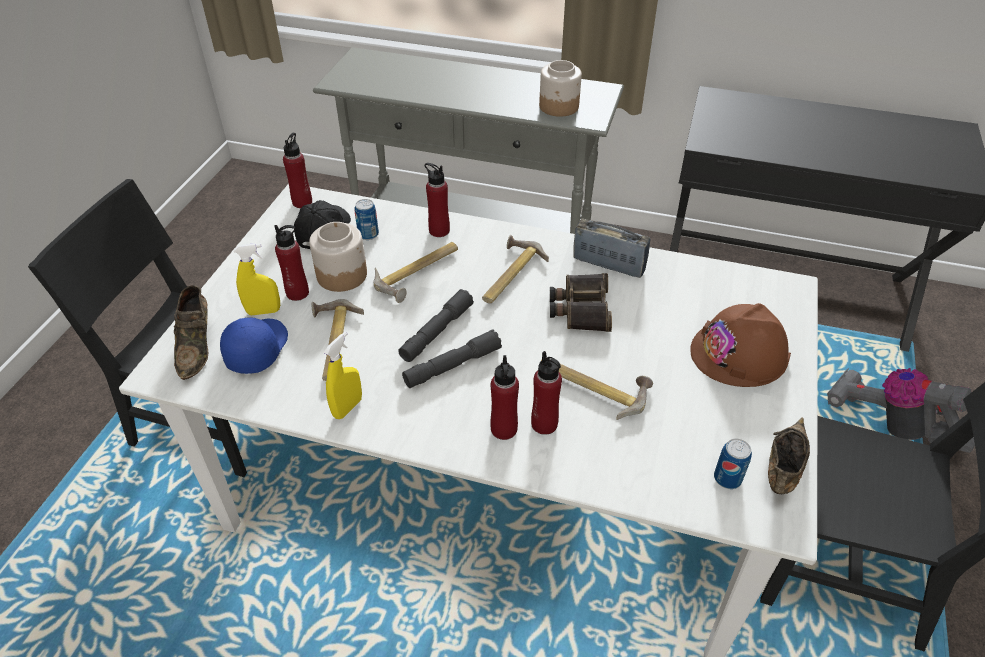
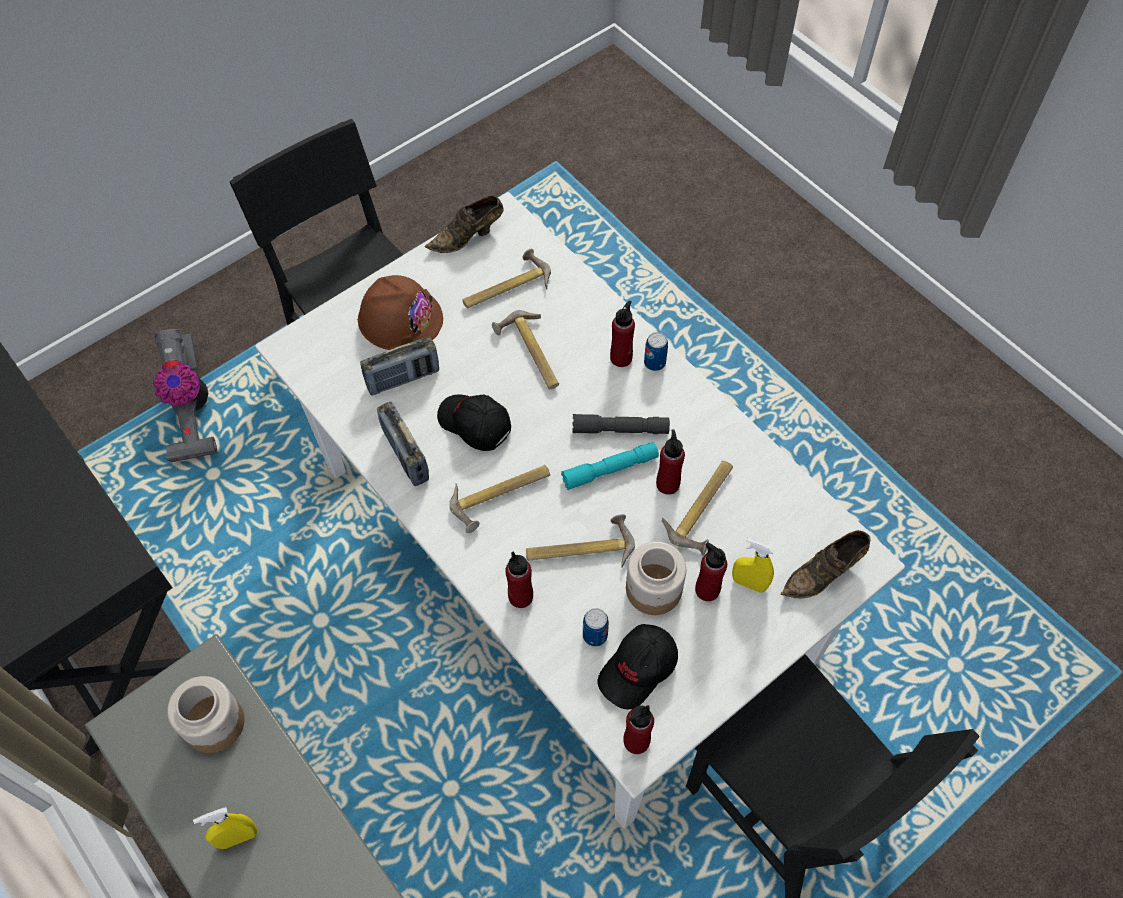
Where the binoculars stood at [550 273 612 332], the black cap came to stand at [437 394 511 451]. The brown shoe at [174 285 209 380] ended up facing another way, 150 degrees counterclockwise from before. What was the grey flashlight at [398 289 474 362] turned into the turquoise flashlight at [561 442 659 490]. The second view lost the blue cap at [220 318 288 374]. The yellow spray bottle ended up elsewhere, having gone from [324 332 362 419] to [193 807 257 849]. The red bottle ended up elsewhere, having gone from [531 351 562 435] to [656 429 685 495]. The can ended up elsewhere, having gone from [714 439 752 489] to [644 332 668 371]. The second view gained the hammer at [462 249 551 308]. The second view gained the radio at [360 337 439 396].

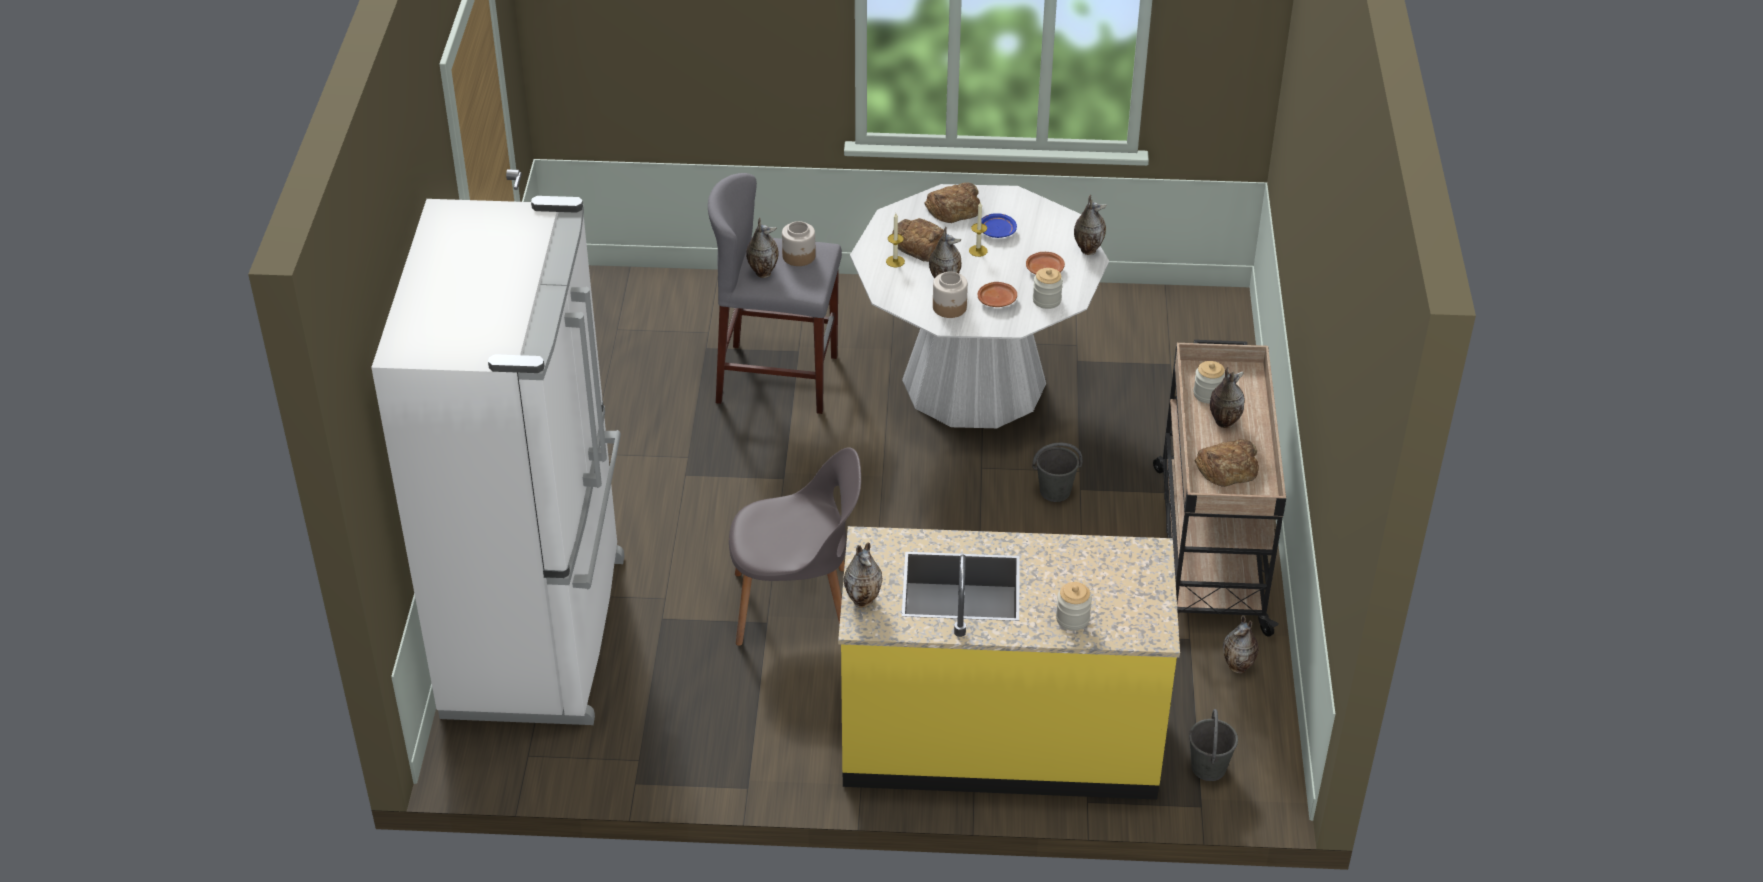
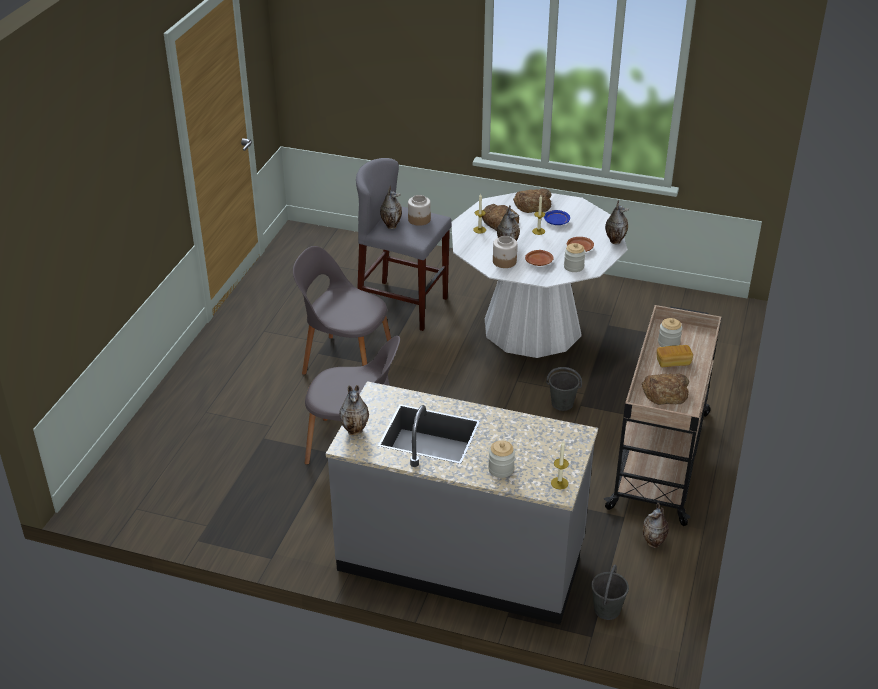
The second view lost the white fridge at [371 196 624 725]. Where the vase stood at [1210 367 1245 428], the bread came to stand at [657 345 693 367]. What was the yellow counter at [838 526 1180 800] turned into the grey counter at [326 381 598 625]. The second view gained the grey chair at [293 246 391 375]. The second view gained the candle at [551 442 569 489].

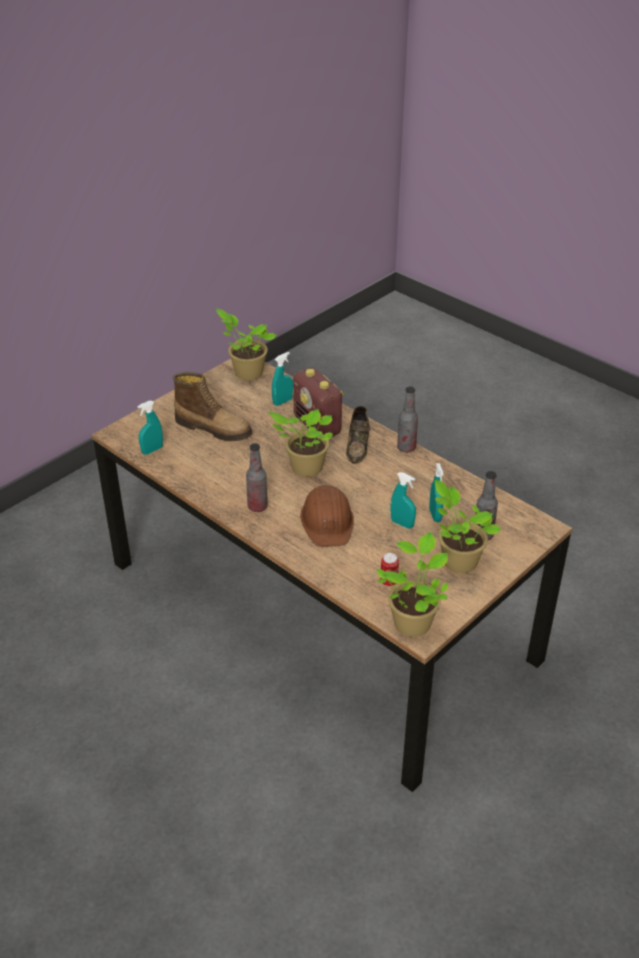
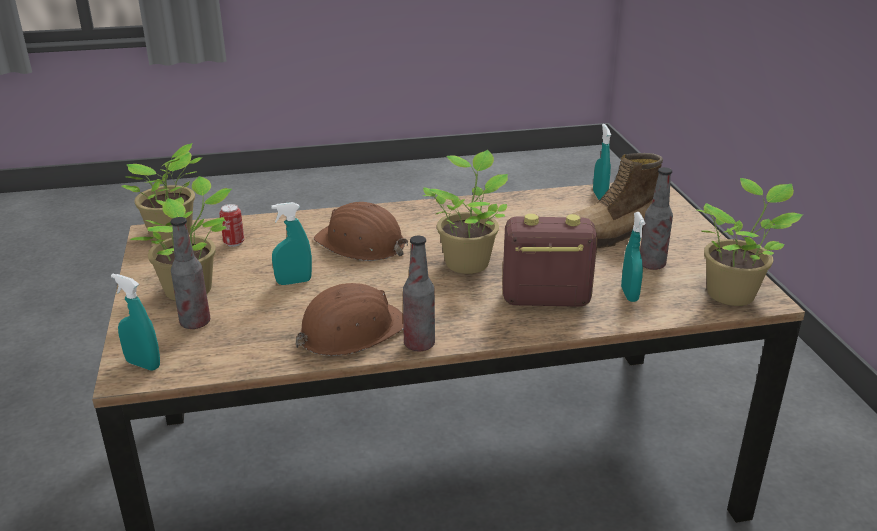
The second view lost the brown shoe at [346 406 371 464]. The bottle ended up elsewhere, having gone from [246 443 268 512] to [640 167 673 270]. The turquoise spray bottle ended up elsewhere, having gone from [429 463 444 522] to [111 274 160 370]. The second view gained the brown hard hat at [296 283 404 356].

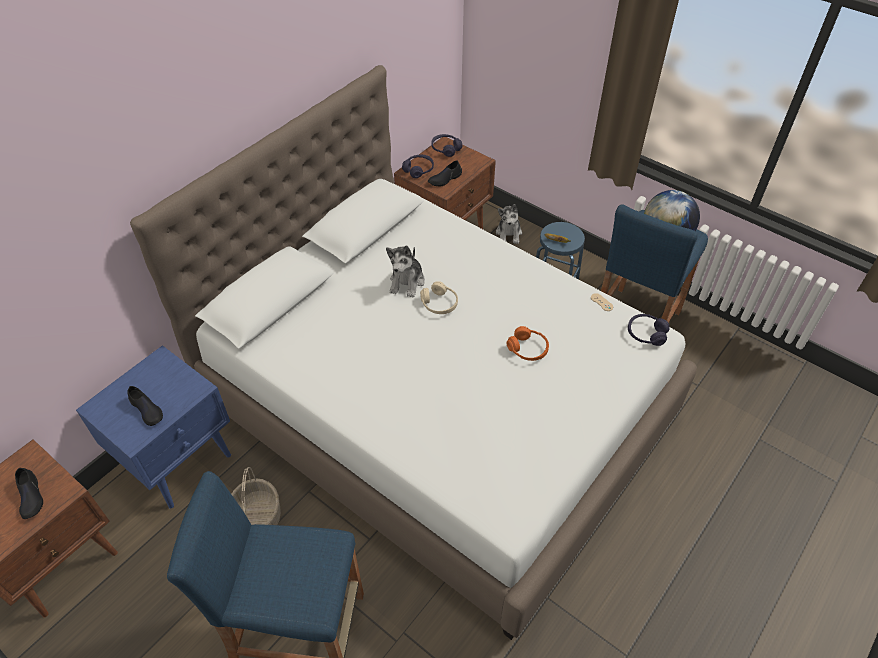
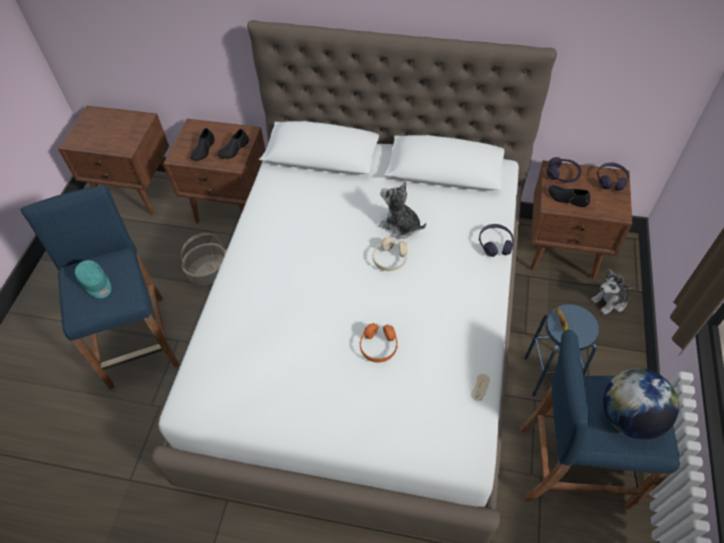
The plush toy at [386 246 425 298] ended up facing another way, 45 degrees clockwise from before. The purple headphones ended up elsewhere, having gone from [628 314 670 346] to [479 224 514 257]. What was the blue nightstand at [76 345 231 509] turned into the brown nightstand at [164 119 266 223]. The black shoe ended up elsewhere, having gone from [15 468 43 519] to [217 129 249 159]. The second view gained the turquoise cap at [75 260 111 298].

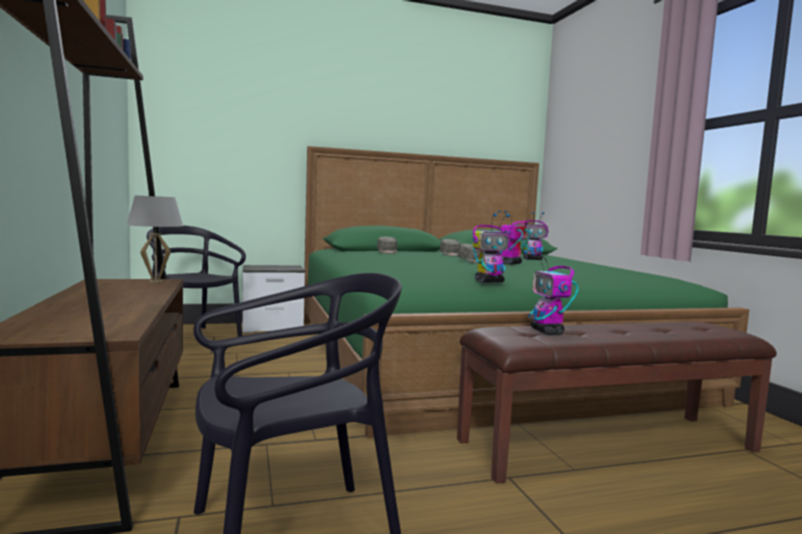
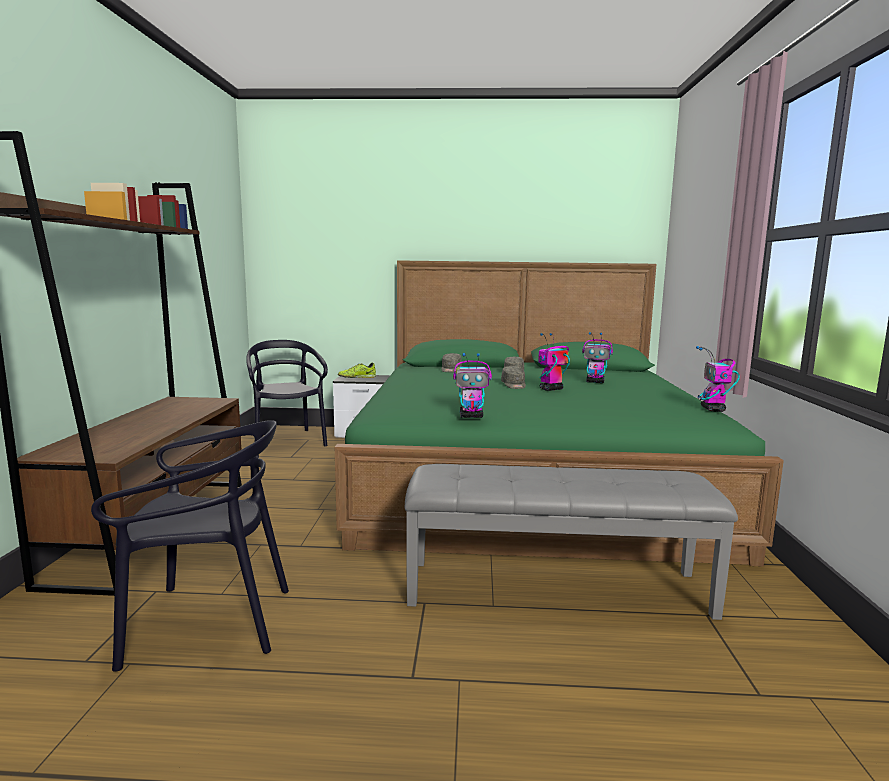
The second view lost the white table lamp at [127 196 183 283]. The toy robot ended up elsewhere, having gone from [524 250 579 335] to [696 346 740 412]. What was the brown bench at [457 322 777 484] turned into the grey bench at [404 464 738 620]. The second view gained the shoe at [338 363 376 378].

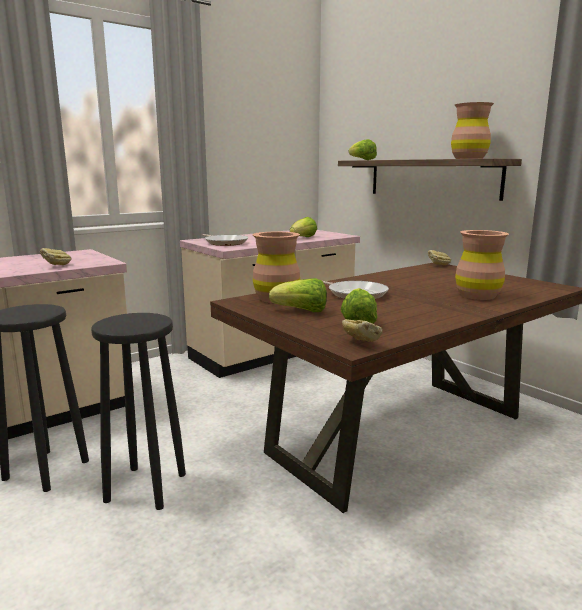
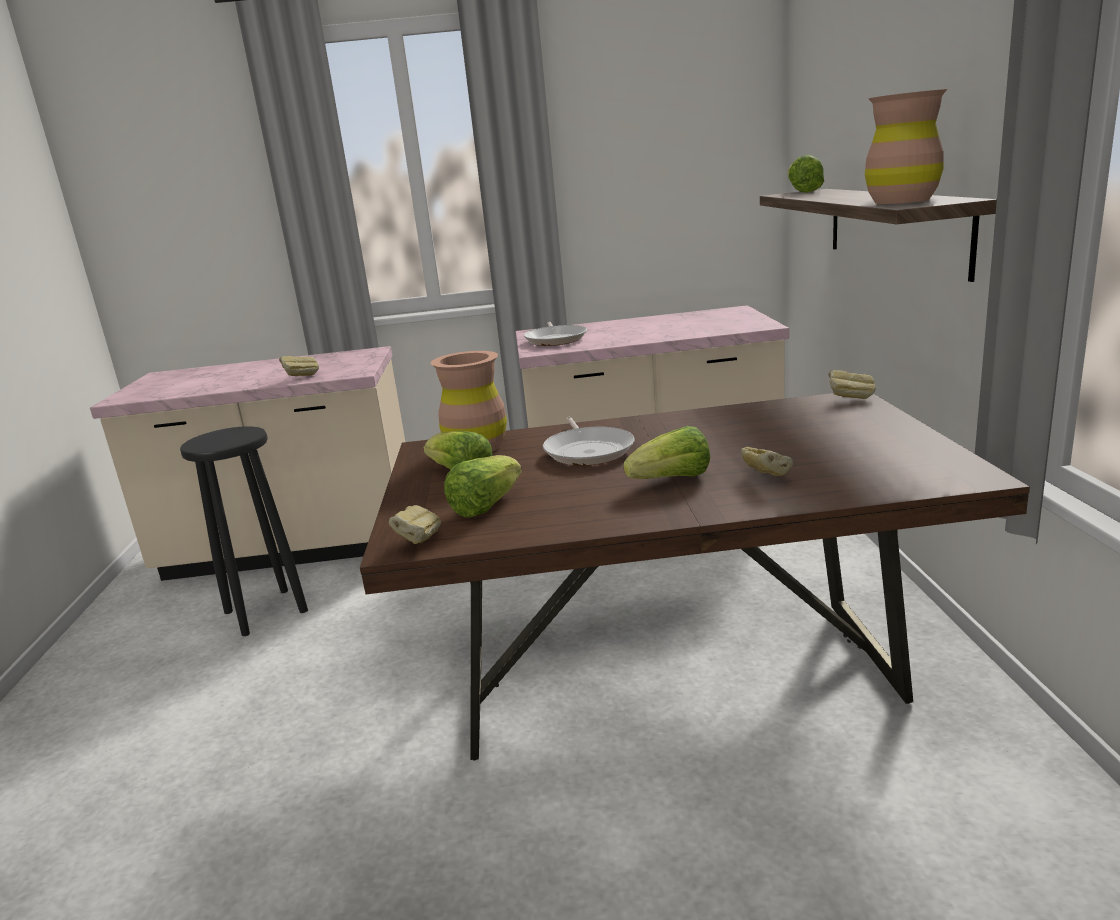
The lettuce ended up elsewhere, having gone from [290 217 317 237] to [623 426 710 479]. Where the brown vase stood at [455 230 509 300], the bread came to stand at [741 447 793 476]. The second view lost the black stool at [91 313 186 510].

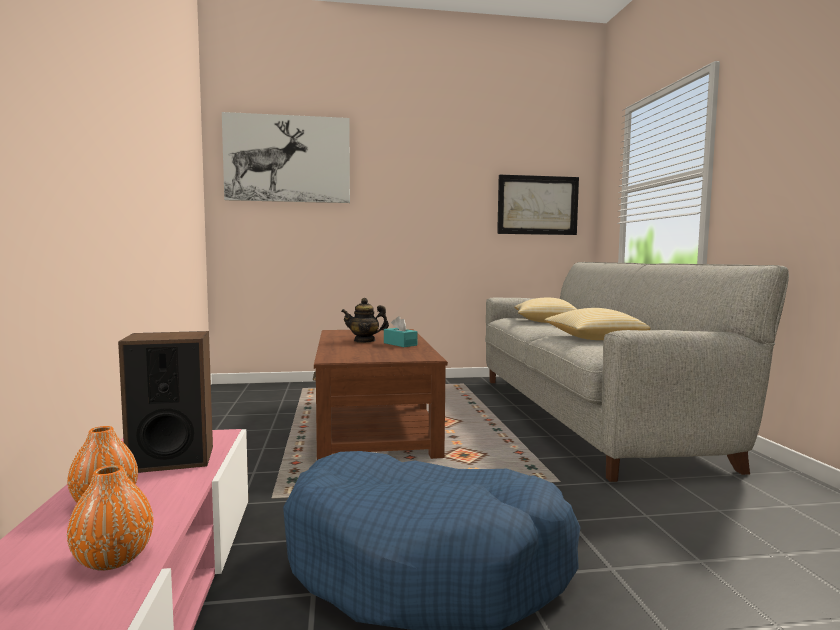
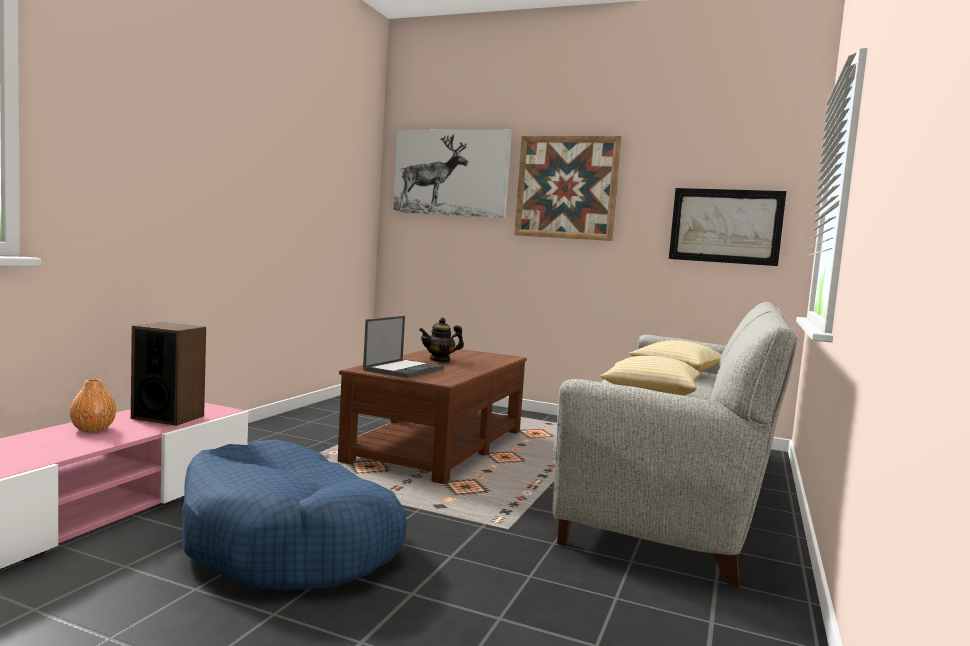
The teapot at [341 298 389 343] ended up facing another way, 45 degrees counterclockwise from before. The second view lost the turquoise tissue box at [384 316 417 347]. The second view lost the orange vase at [67 465 154 571]. The second view gained the picture at [514 136 621 241]. The second view gained the laptop at [363 316 444 378].

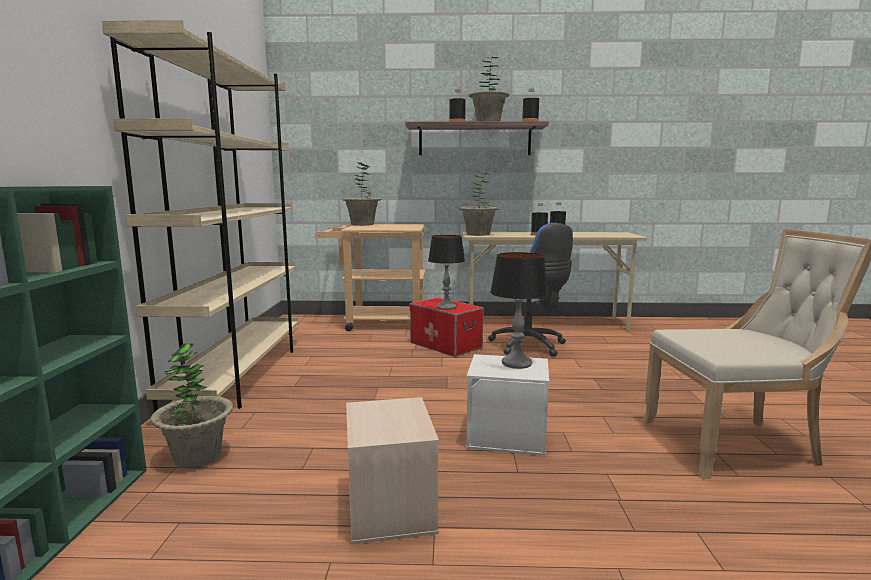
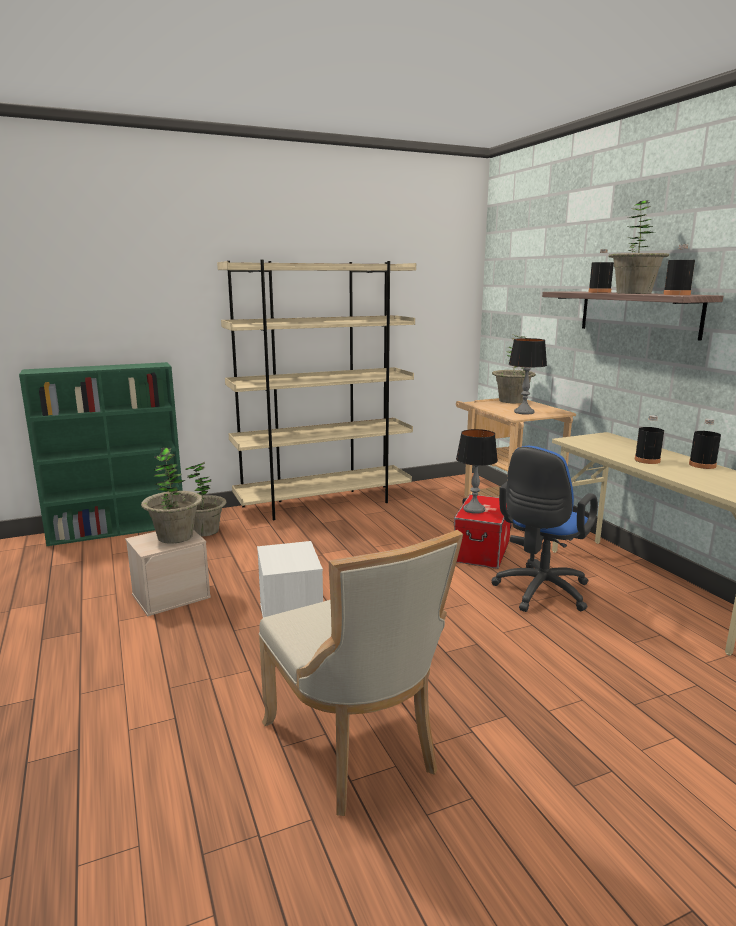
The potted plant ended up elsewhere, having gone from [459 171 499 236] to [141 448 203 544]. The table lamp ended up elsewhere, having gone from [490 252 548 369] to [509 338 547 415].

